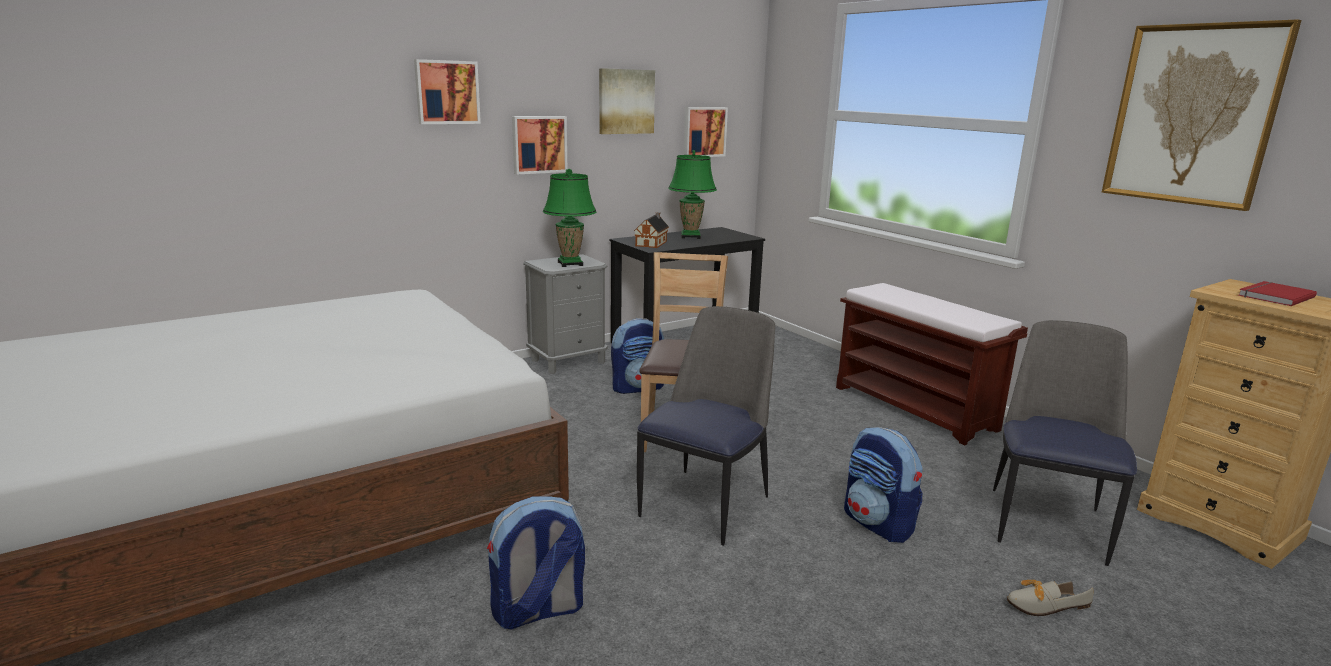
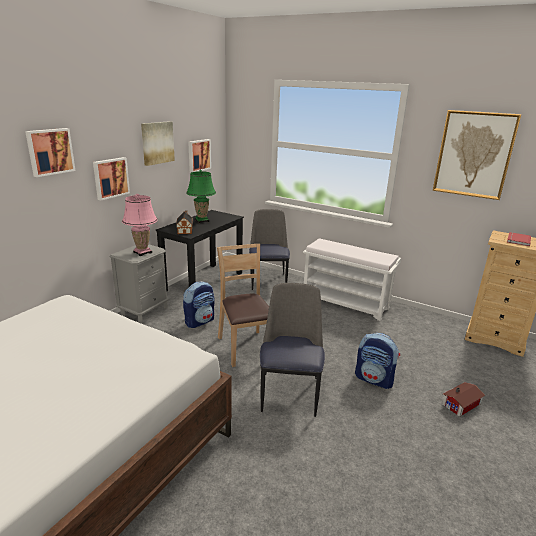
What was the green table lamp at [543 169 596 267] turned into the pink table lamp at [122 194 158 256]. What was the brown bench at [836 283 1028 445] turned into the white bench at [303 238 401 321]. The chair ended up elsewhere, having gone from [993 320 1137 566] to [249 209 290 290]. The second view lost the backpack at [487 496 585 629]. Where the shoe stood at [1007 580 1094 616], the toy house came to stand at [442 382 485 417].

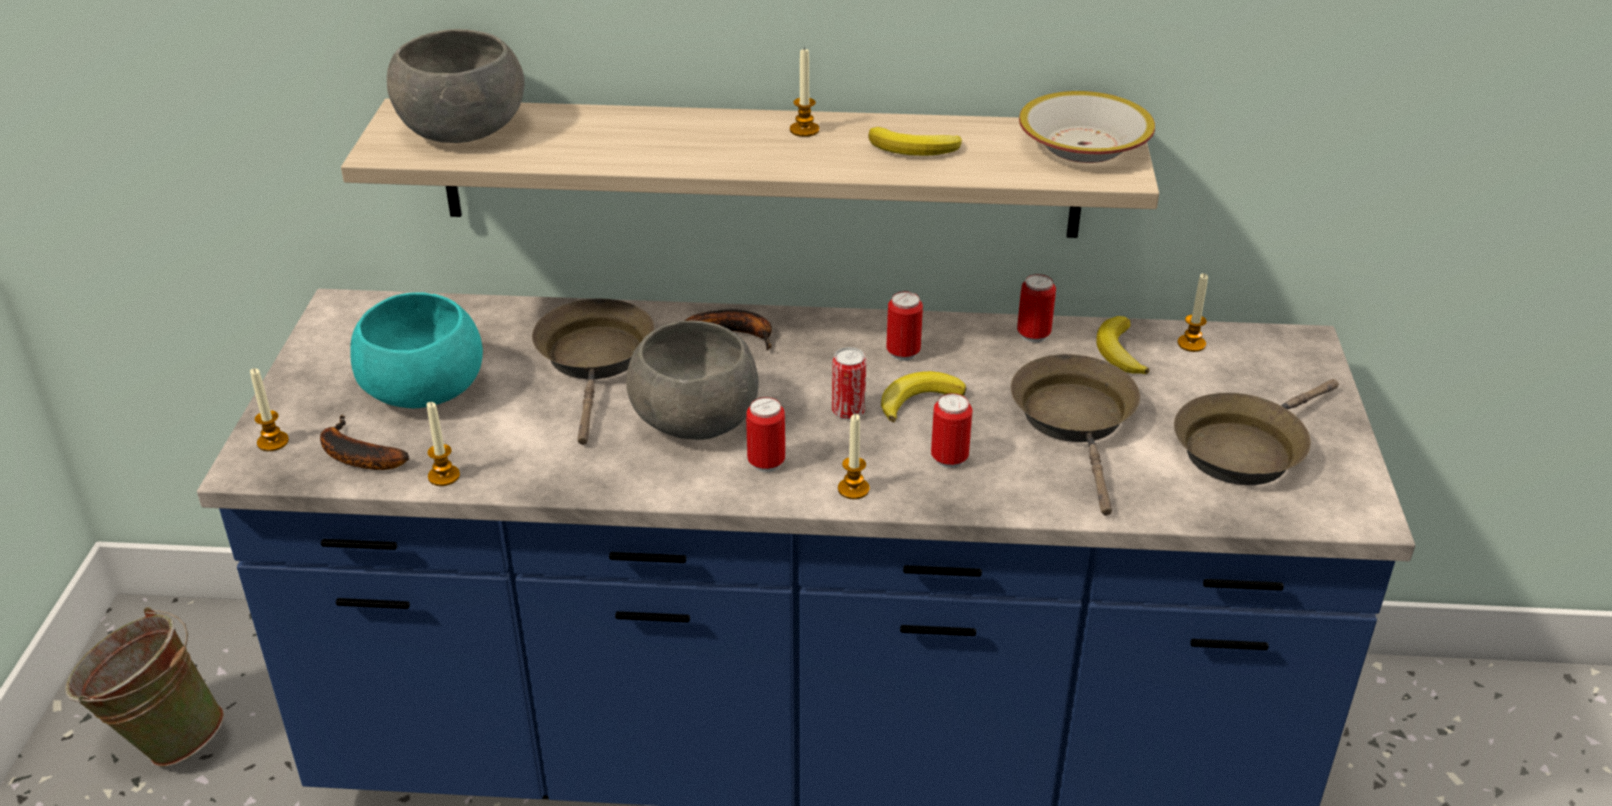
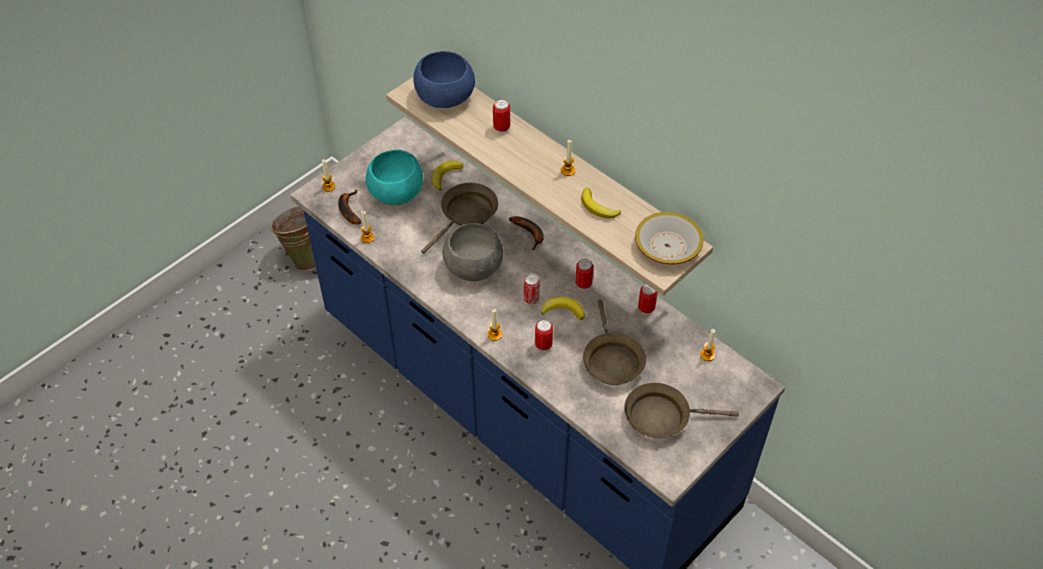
What was the grey bowl at [387 29 525 143] turned into the blue bowl at [413 51 475 108]. The banana ended up elsewhere, having gone from [1096 316 1149 374] to [432 161 463 191]. The brown frying pan at [1011 354 1140 516] ended up facing another way, 135 degrees clockwise from before. The can ended up elsewhere, having gone from [746 397 785 472] to [493 99 510 133].

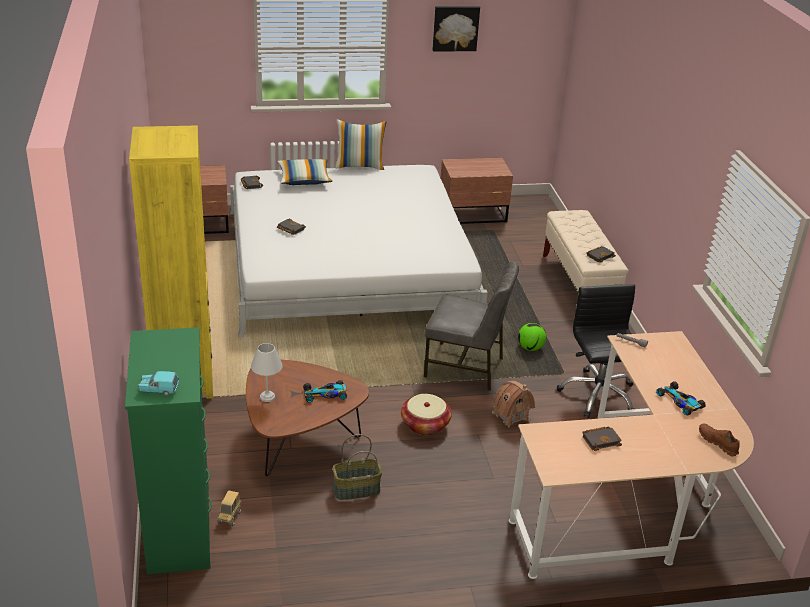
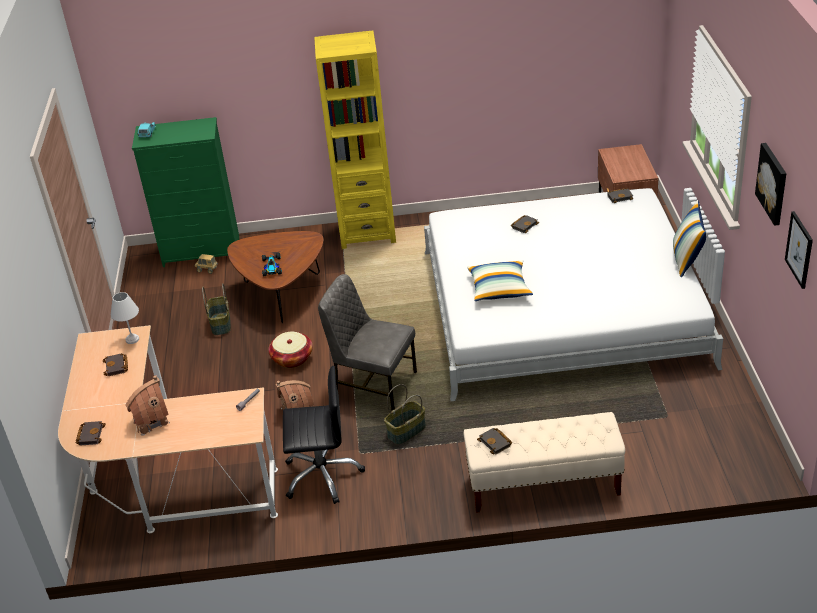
The second view lost the brown nightstand at [441 158 513 224]. The pillow ended up elsewhere, having gone from [277 159 332 185] to [467 260 533 301]. The grey chair at [424 261 519 391] ended up facing another way, 90 degrees clockwise from before. Where the football stood at [518 323 546 351], the basket came to stand at [384 384 426 445]. The white table lamp ended up elsewhere, having gone from [251 343 283 402] to [111 292 139 344]. Where the toy car stood at [656 381 706 415], the toy house came to stand at [125 375 170 435]. Where the brown shoe stood at [699 423 740 456], the black book came to stand at [76 421 106 445]. The second view gained the picture at [785 211 813 289].

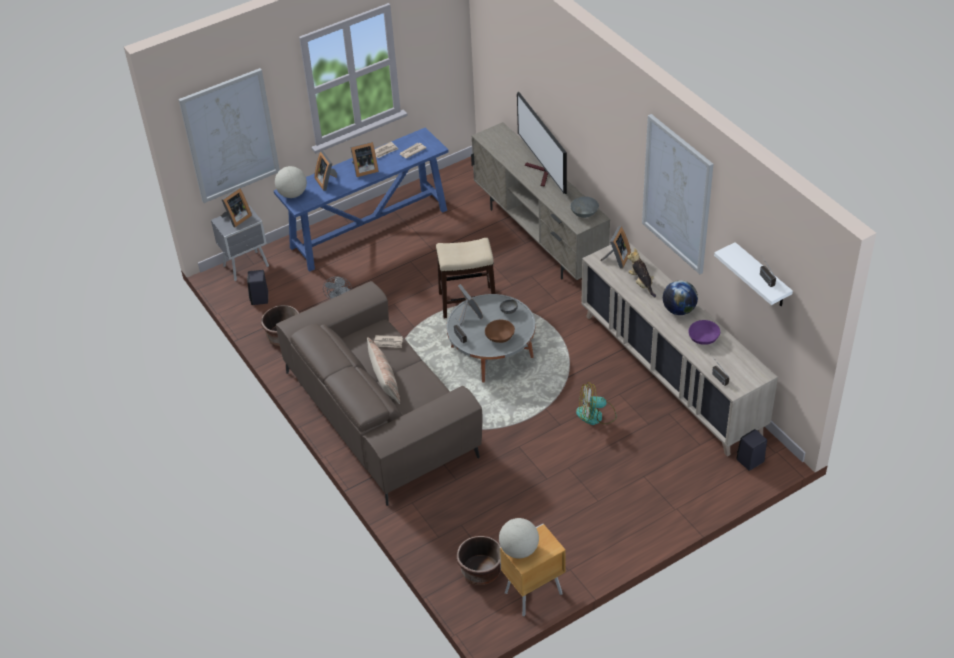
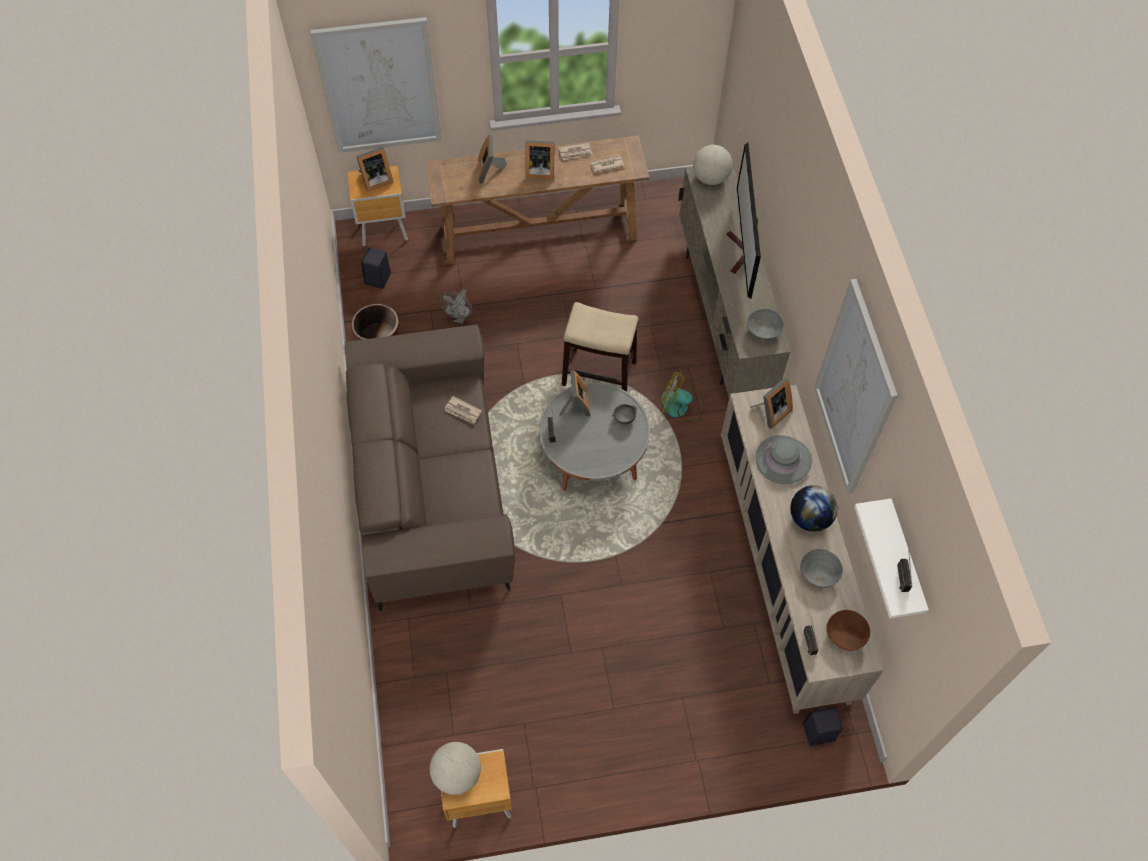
What was the blue console table at [274 127 449 272] turned into the brown console table at [425 136 650 264]. The globe ended up elsewhere, having gone from [275 166 307 198] to [693 145 733 185]. What was the grey nightstand at [211 204 269 281] turned into the brown nightstand at [348 165 408 246]. Where the plush toy stood at [627 248 656 297], the grey hat came to stand at [756 435 812 484]. The brown bowl ended up elsewhere, having gone from [485 320 515 343] to [826 610 870 651]. What was the purple bowl at [688 320 720 345] turned into the grey bowl at [800 549 843 588]. The second view lost the pillow at [367 337 400 404]. The fan ended up elsewhere, having gone from [576 382 617 425] to [659 371 704 422]. The second view lost the brown planter at [456 536 501 585].

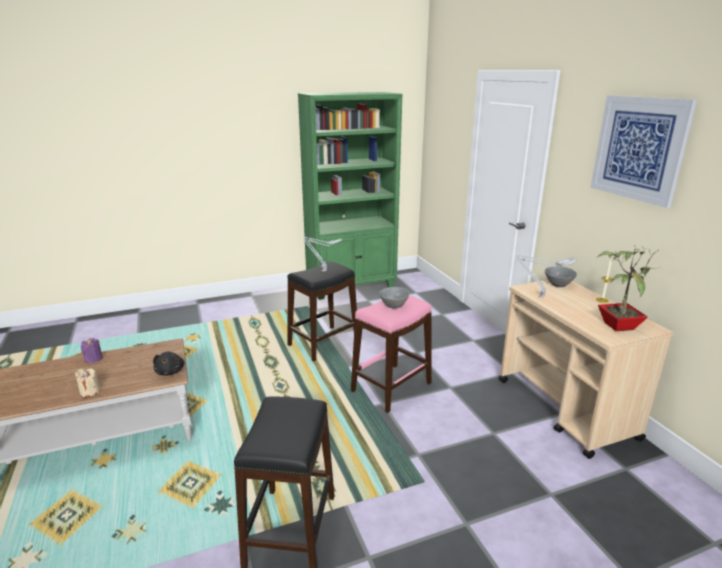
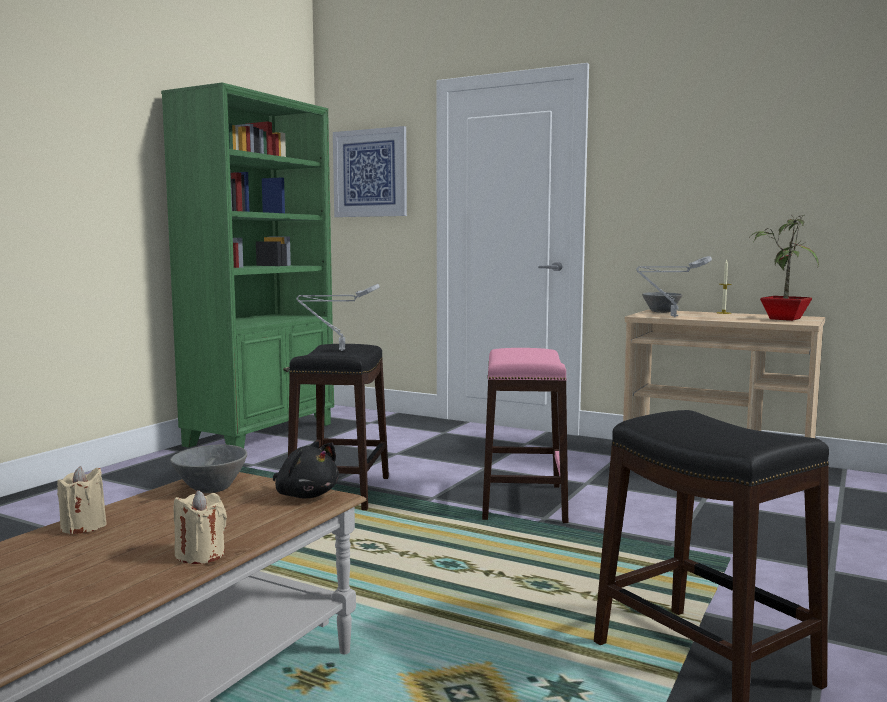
The picture ended up elsewhere, having gone from [590 95 697 208] to [333 126 407 217]. The grey bowl ended up elsewhere, having gone from [379 287 410 309] to [170 444 247 493]. What was the purple candle at [81 338 103 363] turned into the beige candle at [57 466 107 534].

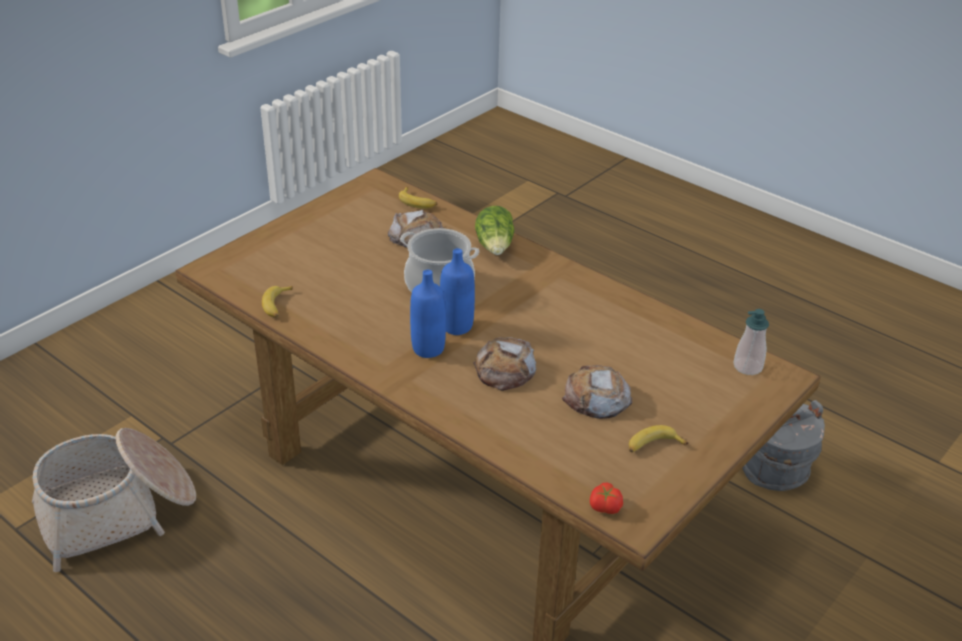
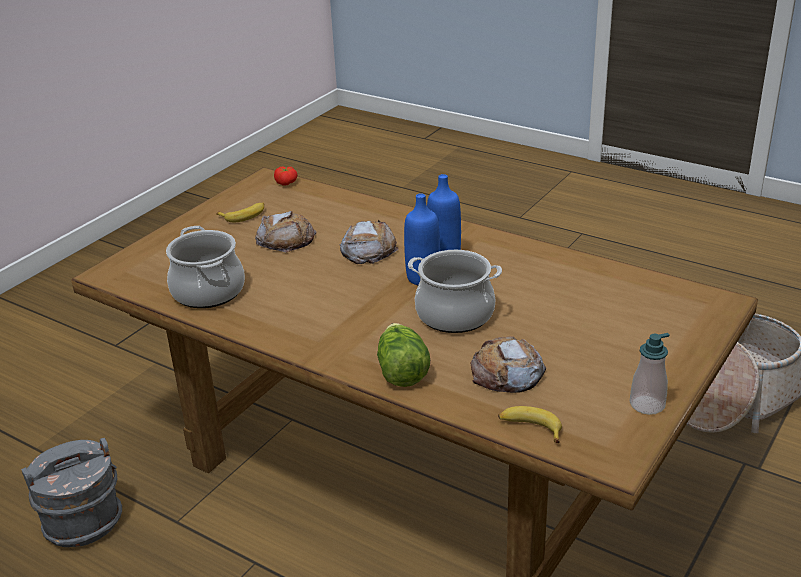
The second view lost the banana at [262 286 293 318]. The soap dispenser ended up elsewhere, having gone from [734 309 769 375] to [630 333 670 415]. The second view gained the cooking pot at [166 226 245 308].

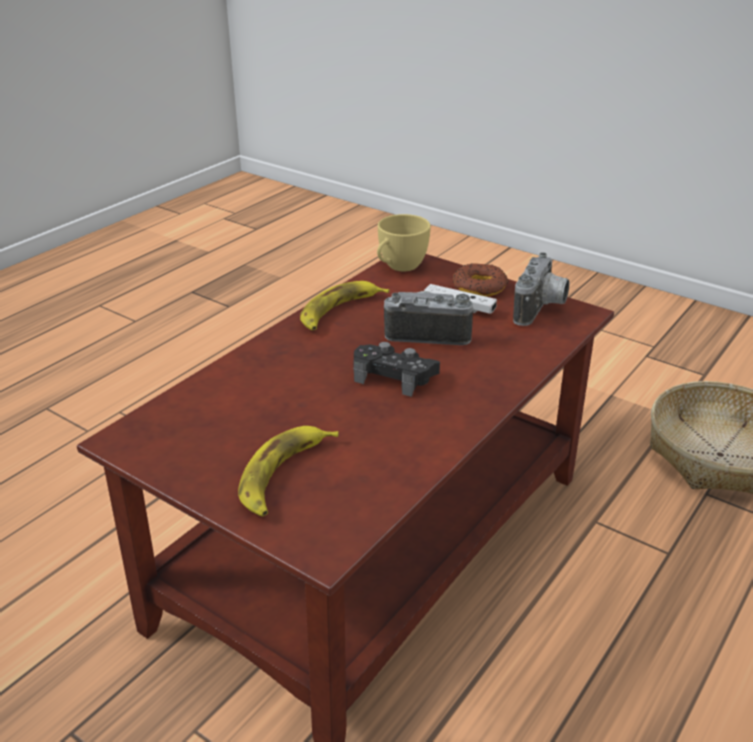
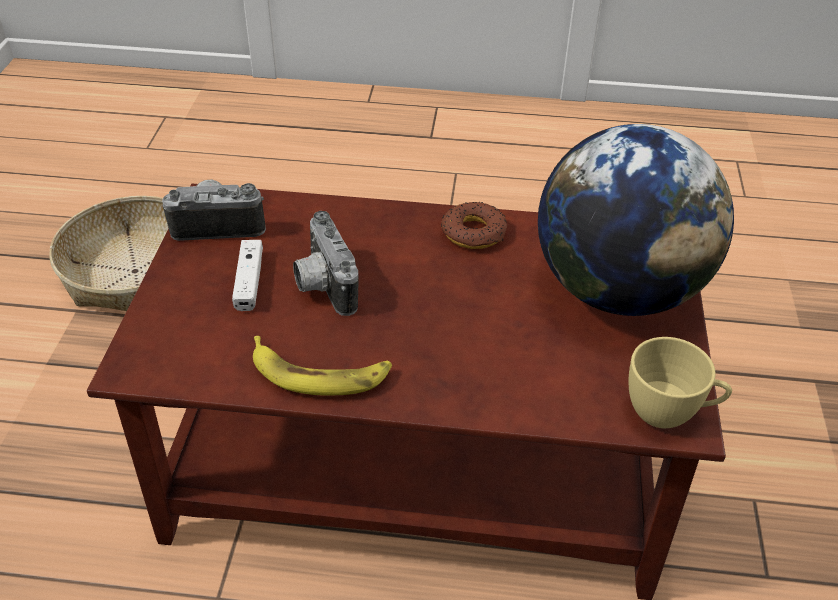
The yellow cup ended up elsewhere, having gone from [377 214 431 271] to [629 337 732 428]. The donut ended up elsewhere, having gone from [453 263 508 296] to [441 202 507 249]. The second view lost the black game controller at [353 342 440 397]. Where the banana stood at [238 426 339 517], the globe came to stand at [538 124 734 316].

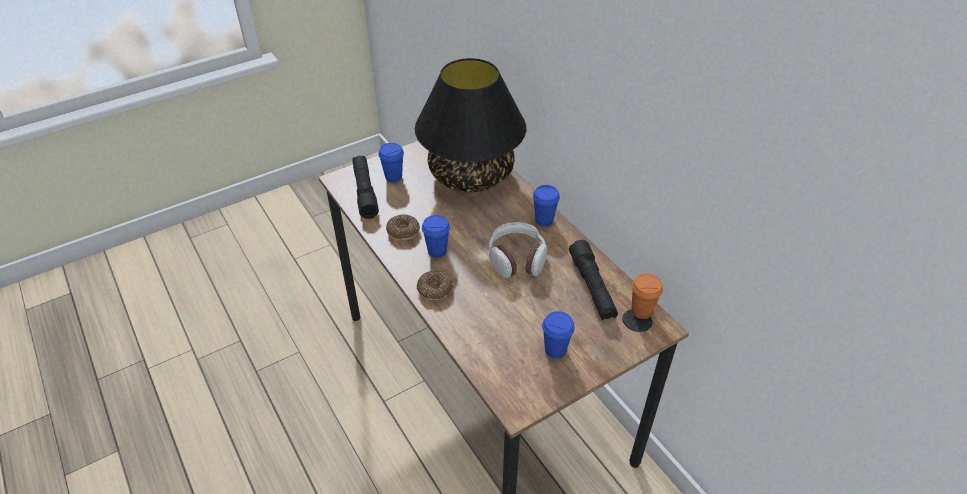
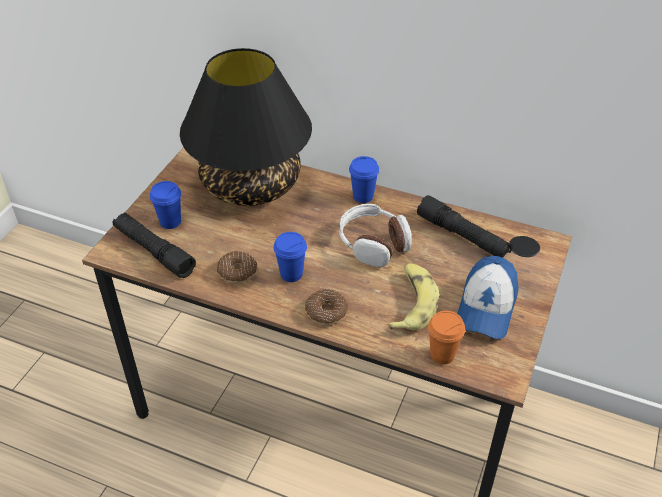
The orange cup ended up elsewhere, having gone from [632 273 663 319] to [428 311 465 365]. Where the blue cup stood at [542 311 575 358], the cap came to stand at [457 256 519 339]. The second view gained the banana at [387 263 439 330].

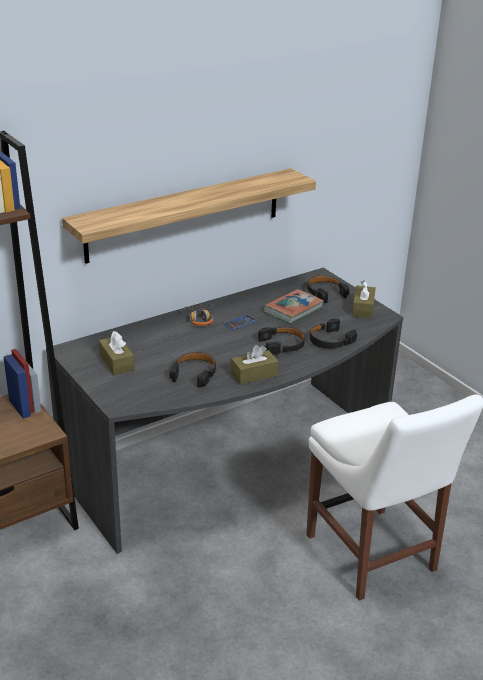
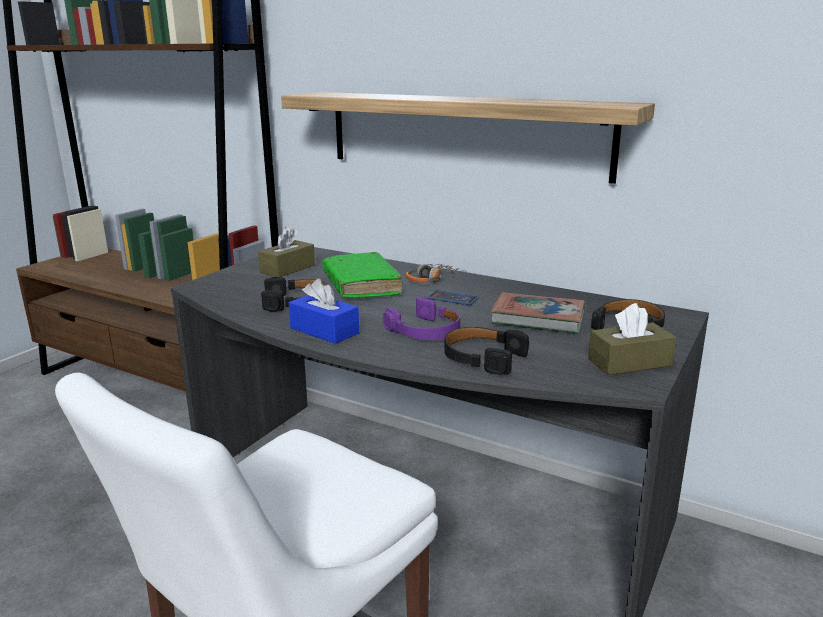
What was the black headphones at [258 327 305 355] turned into the purple headphones at [383 297 460 340]. What was the brown tissue box at [231 345 278 385] turned into the blue tissue box at [289 279 359 344]. The second view gained the green book at [322 252 402 298].

